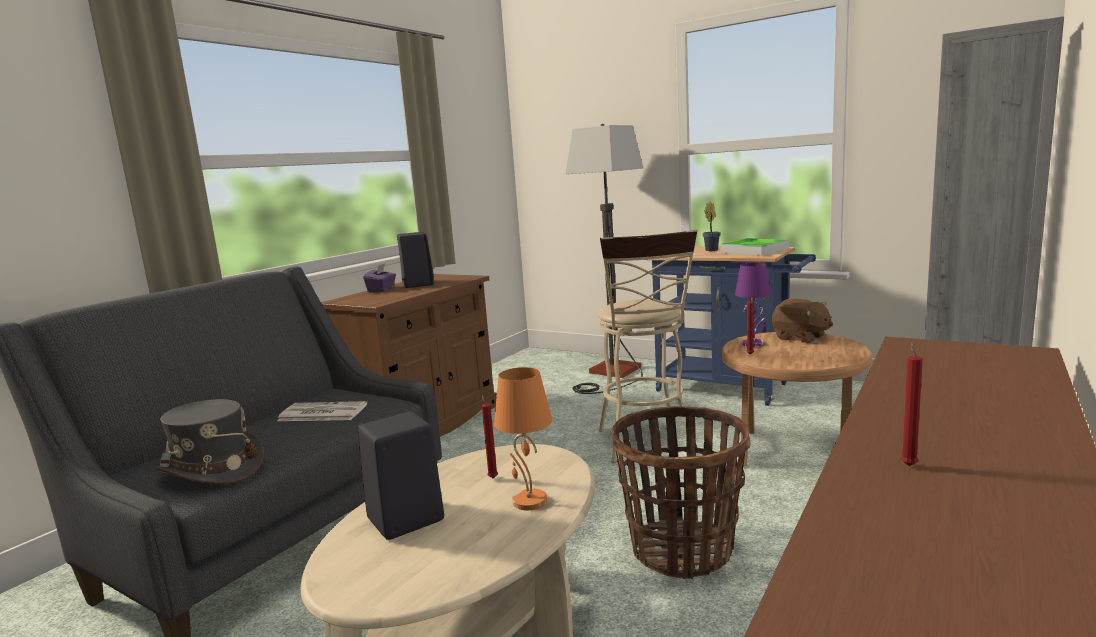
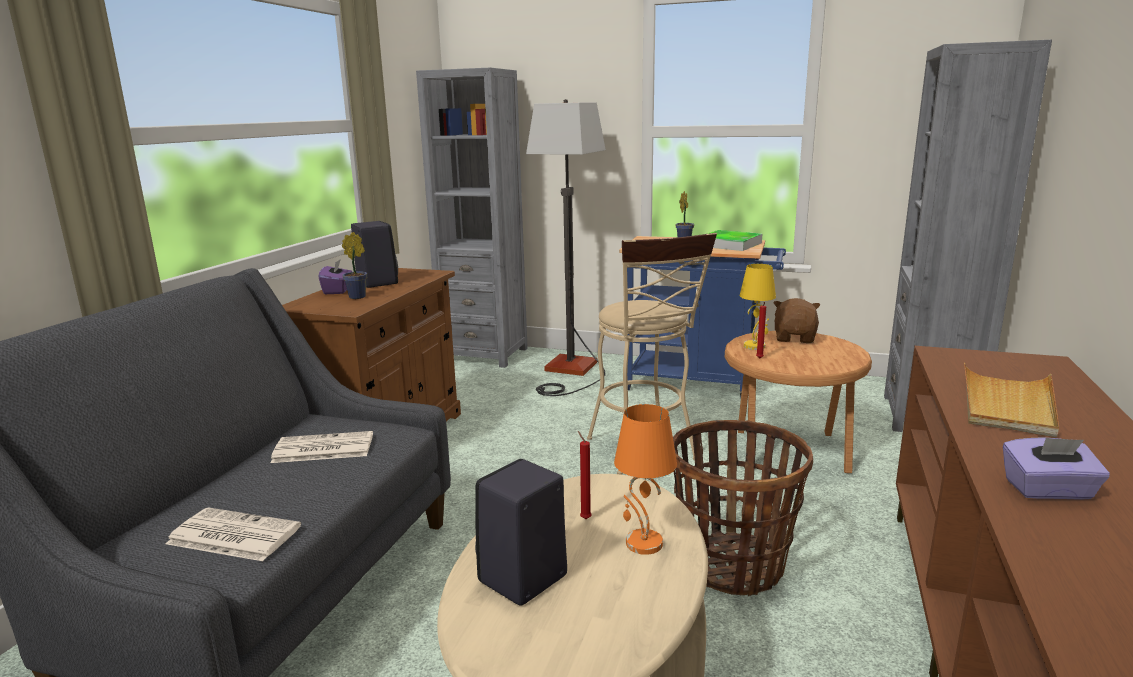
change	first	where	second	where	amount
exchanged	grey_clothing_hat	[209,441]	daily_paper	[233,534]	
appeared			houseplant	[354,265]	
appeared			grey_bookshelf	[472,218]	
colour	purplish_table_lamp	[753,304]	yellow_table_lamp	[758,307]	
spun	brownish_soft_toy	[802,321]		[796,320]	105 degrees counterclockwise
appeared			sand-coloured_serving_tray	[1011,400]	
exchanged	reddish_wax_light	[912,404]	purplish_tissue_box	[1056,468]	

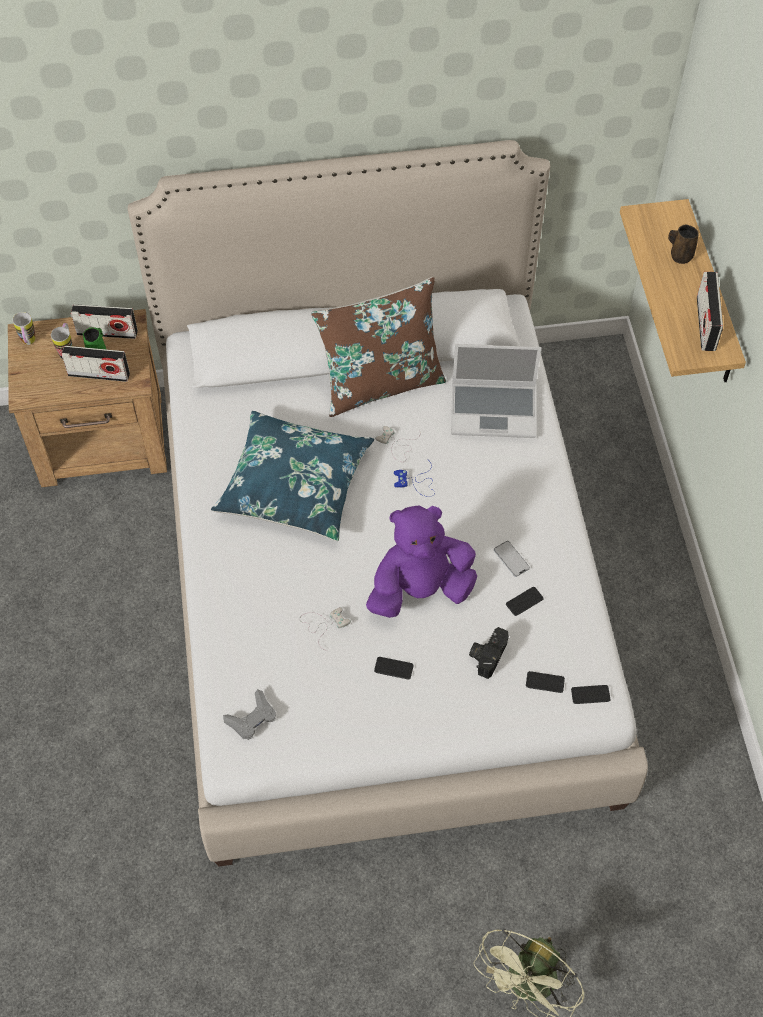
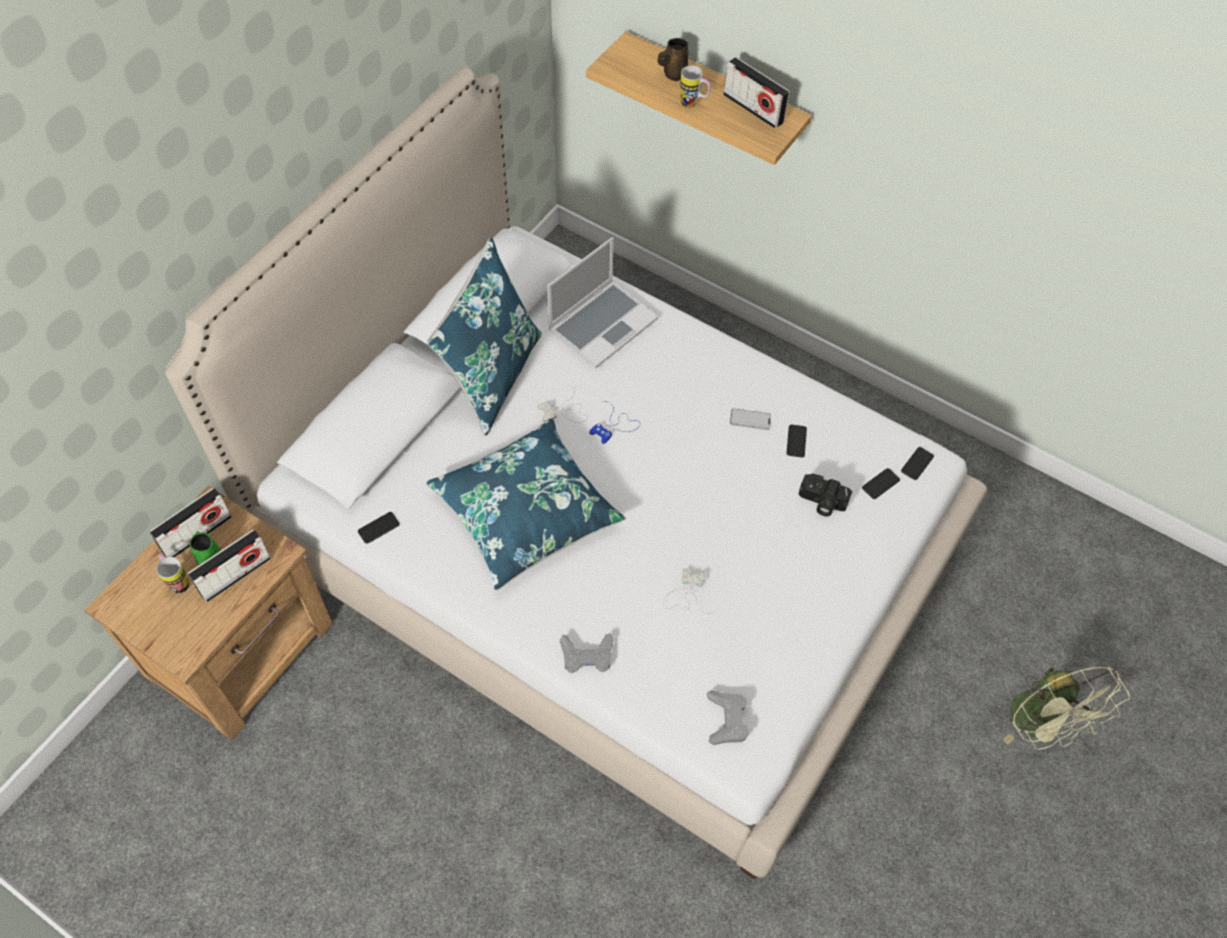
change	first	where	second	where	amount
relocated	handset	[394,668]		[379,528]	
colour	brownish_throw_pillow	[378,347]	blue-coloured_throw_pillow	[484,336]	
appeared			grey_gamepad	[587,653]	
relocated	tea_mug	[24,328]		[695,86]	
spun	still_camera	[489,653]		[825,495]	45 degrees counterclockwise
missing	purplish_soft_toy	[421,561]			

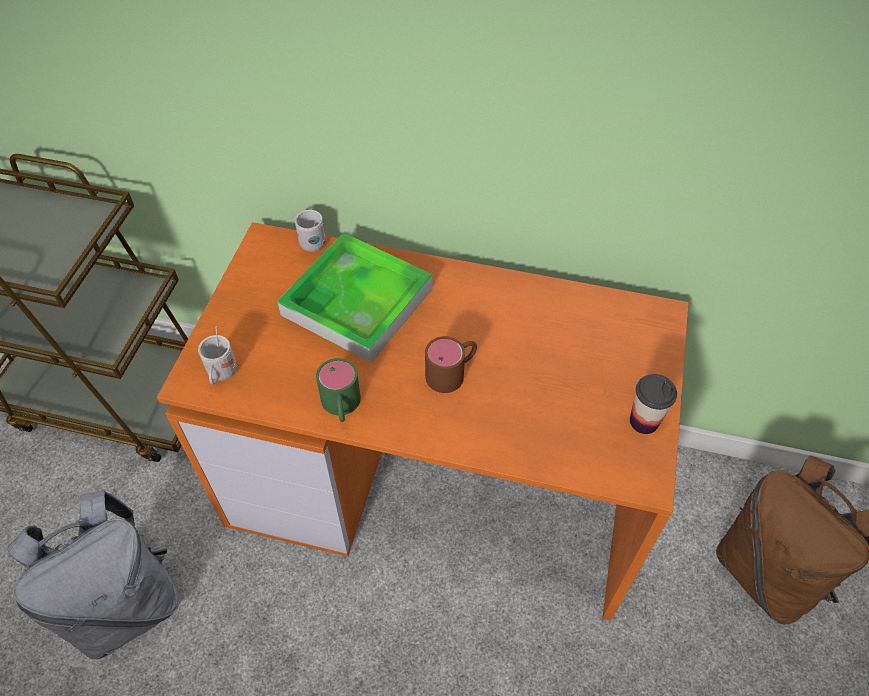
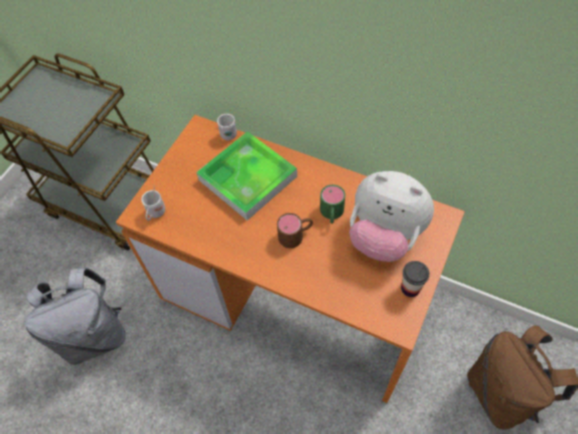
change	first	where	second	where	amount
relocated	green-coloured_tea_mug	[338,390]		[332,204]	
appeared			soft_toy	[391,216]	

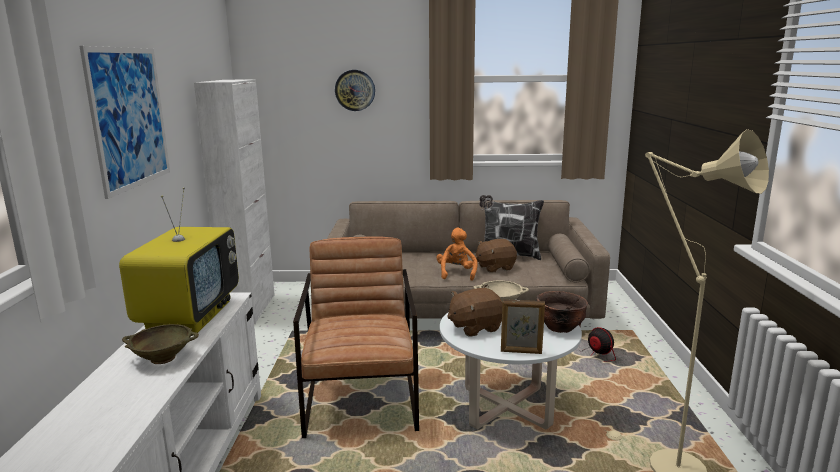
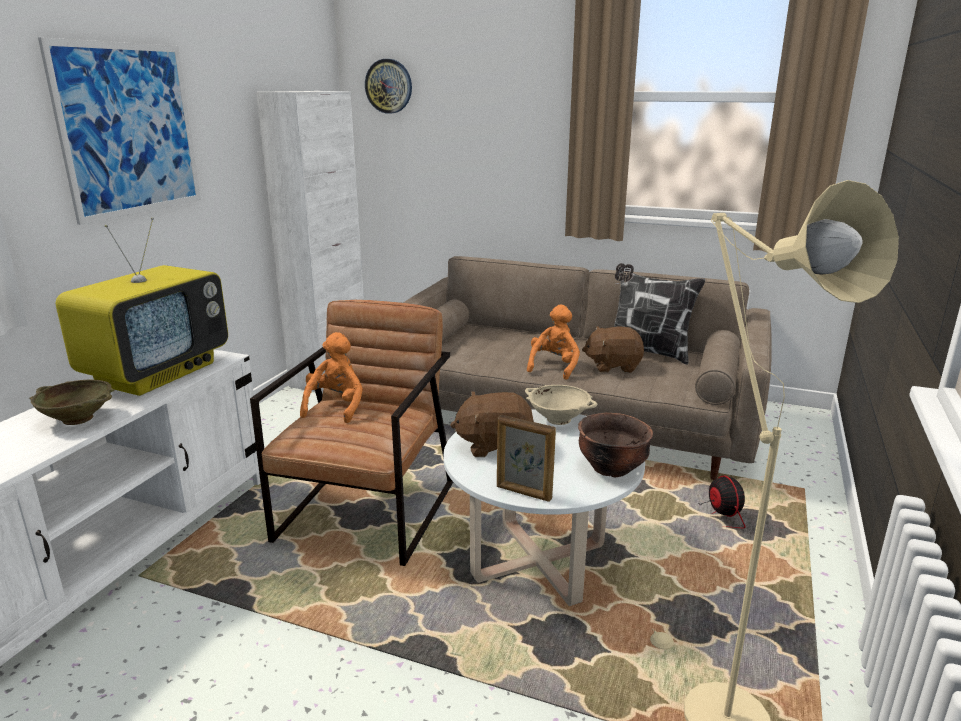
change	first	where	second	where	amount
appeared			orangey_soft_toy	[331,377]	
relocated	hanging_clock	[355,90]		[388,86]	

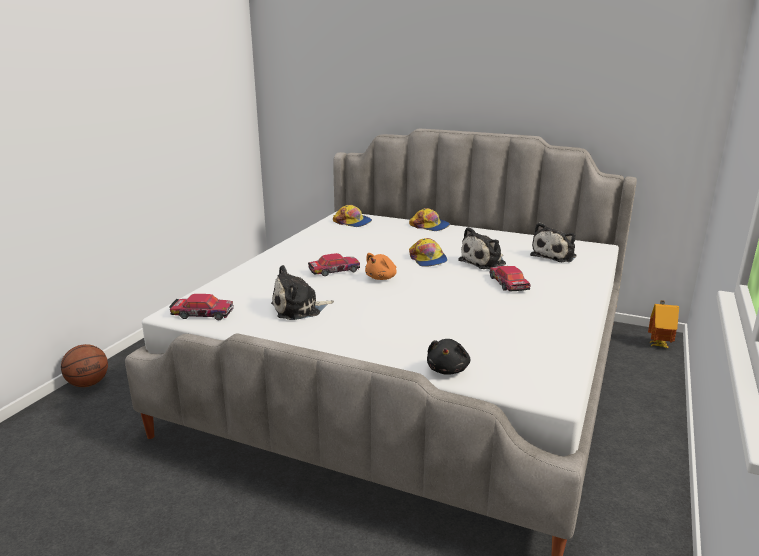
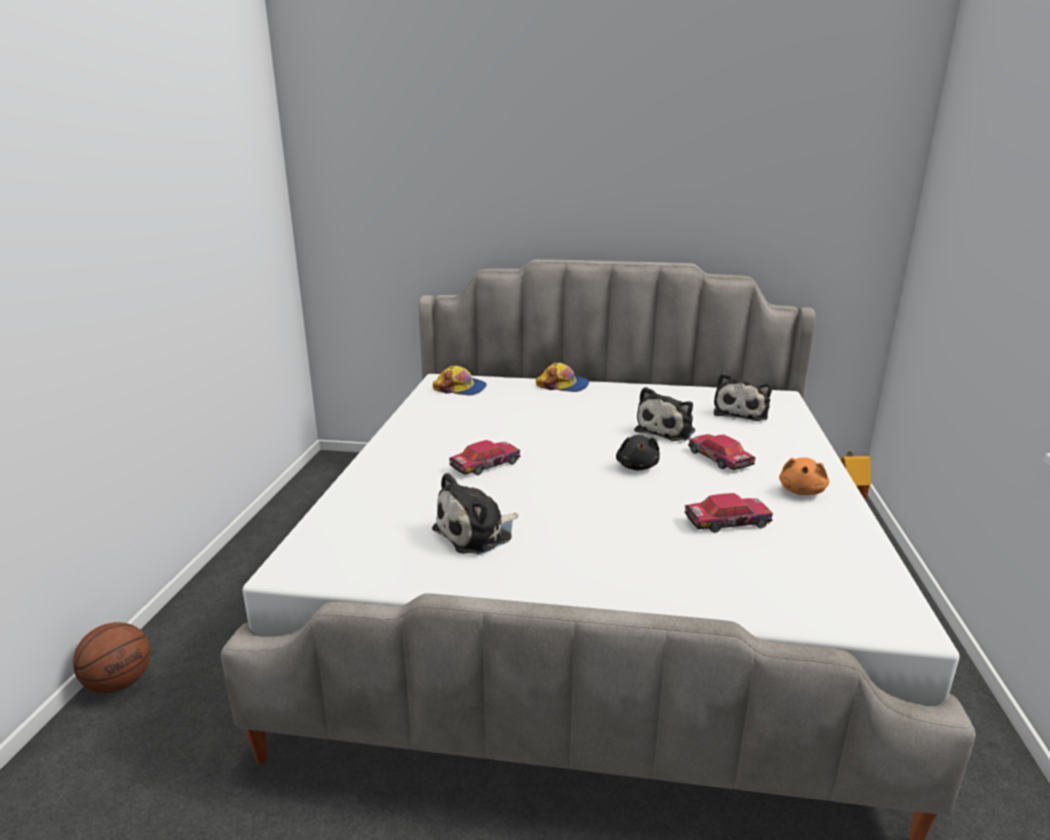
change	first	where	second	where	amount
relocated	black-coloured_soft_toy	[448,357]		[638,452]	
relocated	model_car	[201,307]		[729,513]	
relocated	orangey_soft_toy	[381,266]		[804,476]	
missing	baseball_cap	[428,252]			

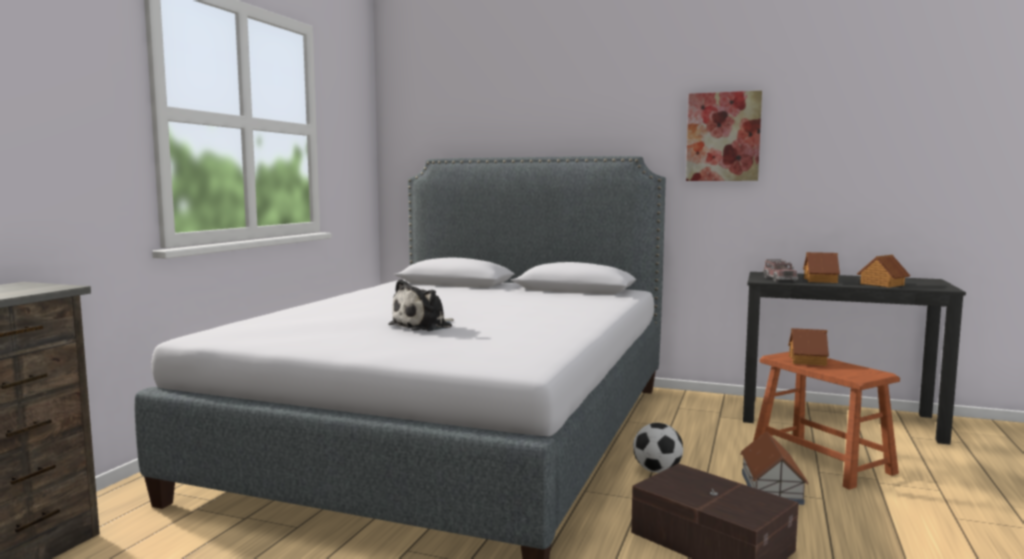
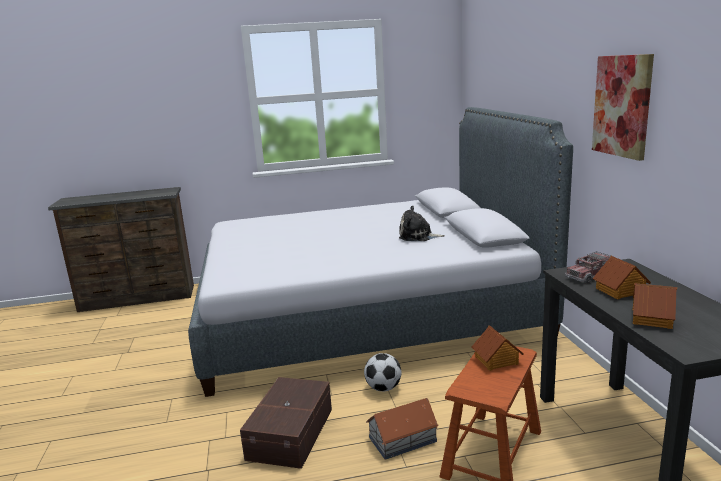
change	first	where	second	where	amount
relocated	soft_toy	[421,305]		[422,223]	

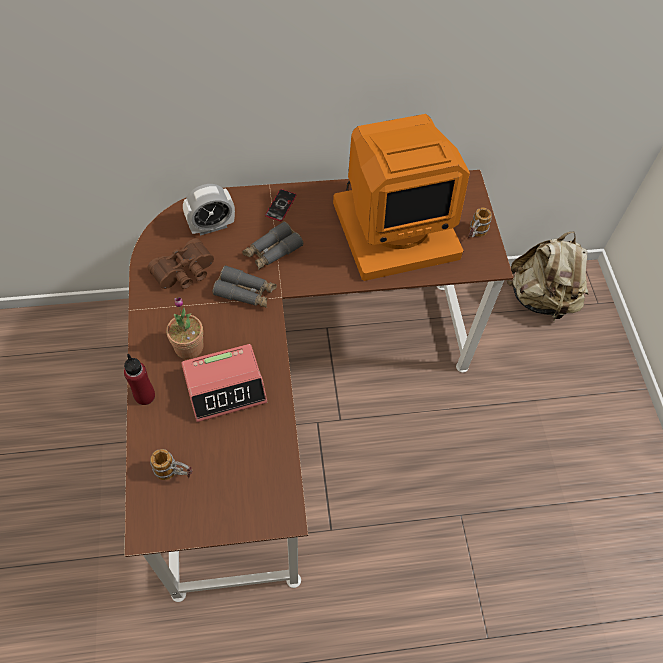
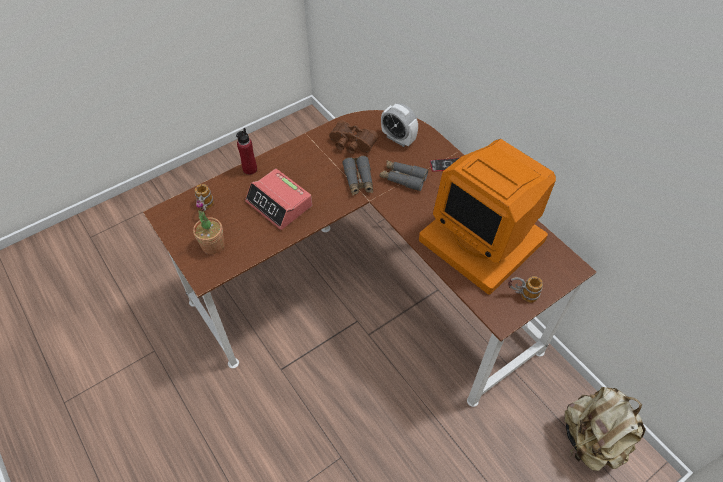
change	first	where	second	where	amount
relocated	houseplant	[184,328]		[209,226]	

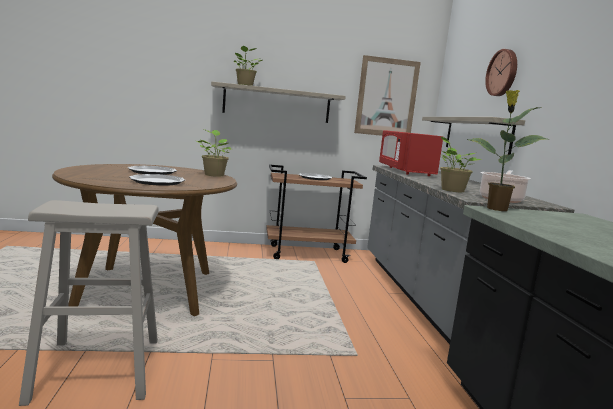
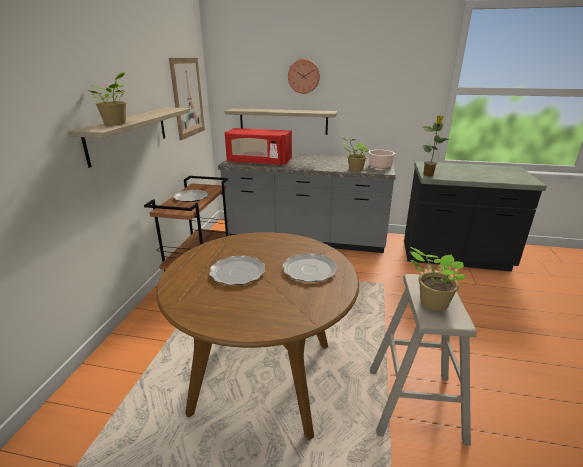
change	first	where	second	where	amount
relocated	houseplant	[215,153]		[438,279]	

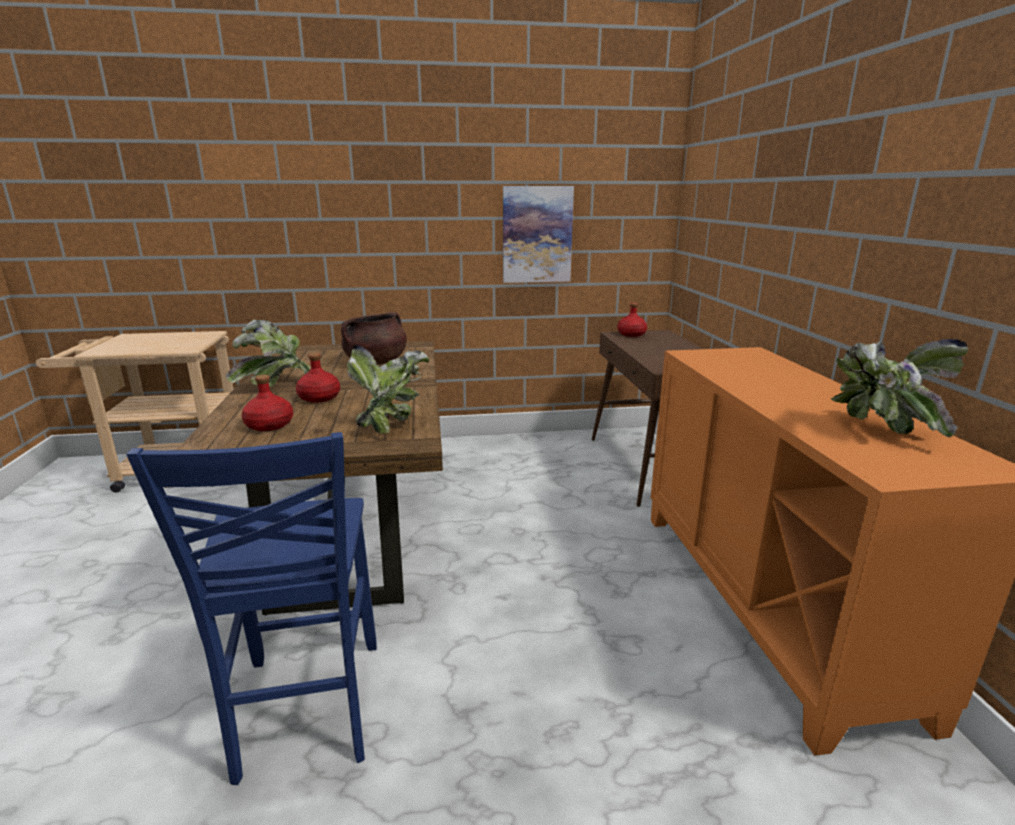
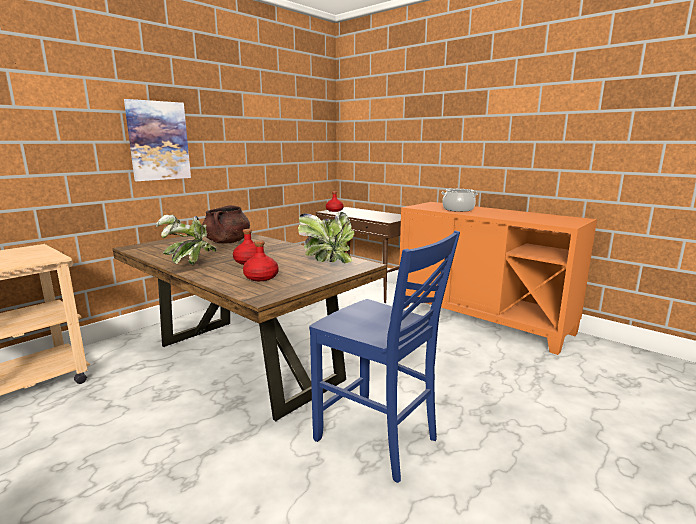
change	first	where	second	where	amount
relocated	wall_picture	[538,234]		[157,140]	
appeared			stockpot	[459,200]	
missing	houseplant	[900,388]			

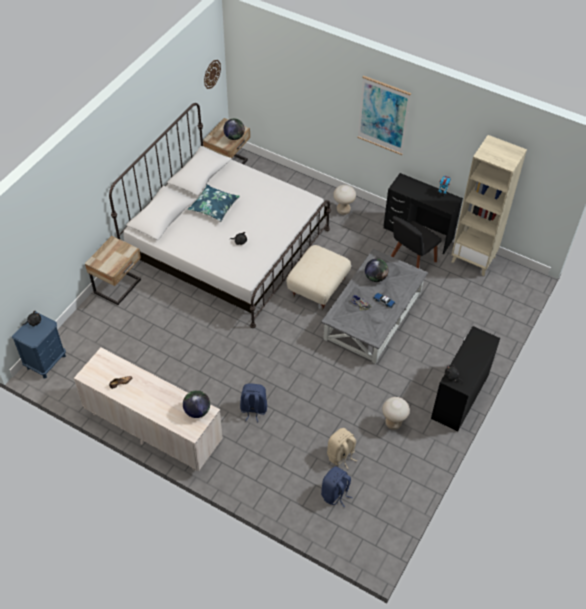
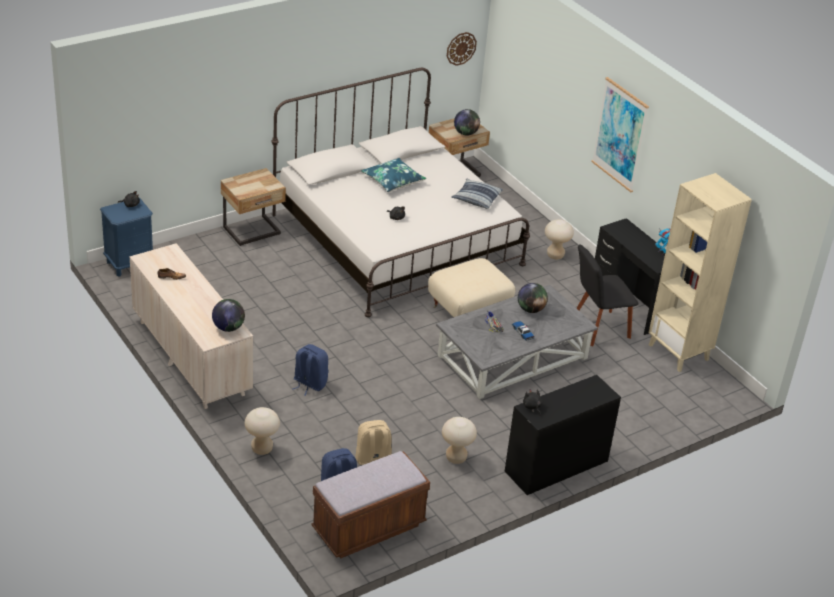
change	first	where	second	where	amount
appeared			sand-coloured_stool_seat	[262,431]	
appeared			brownish_indoor_bench	[371,504]	
appeared			throw_pillow	[477,194]	

